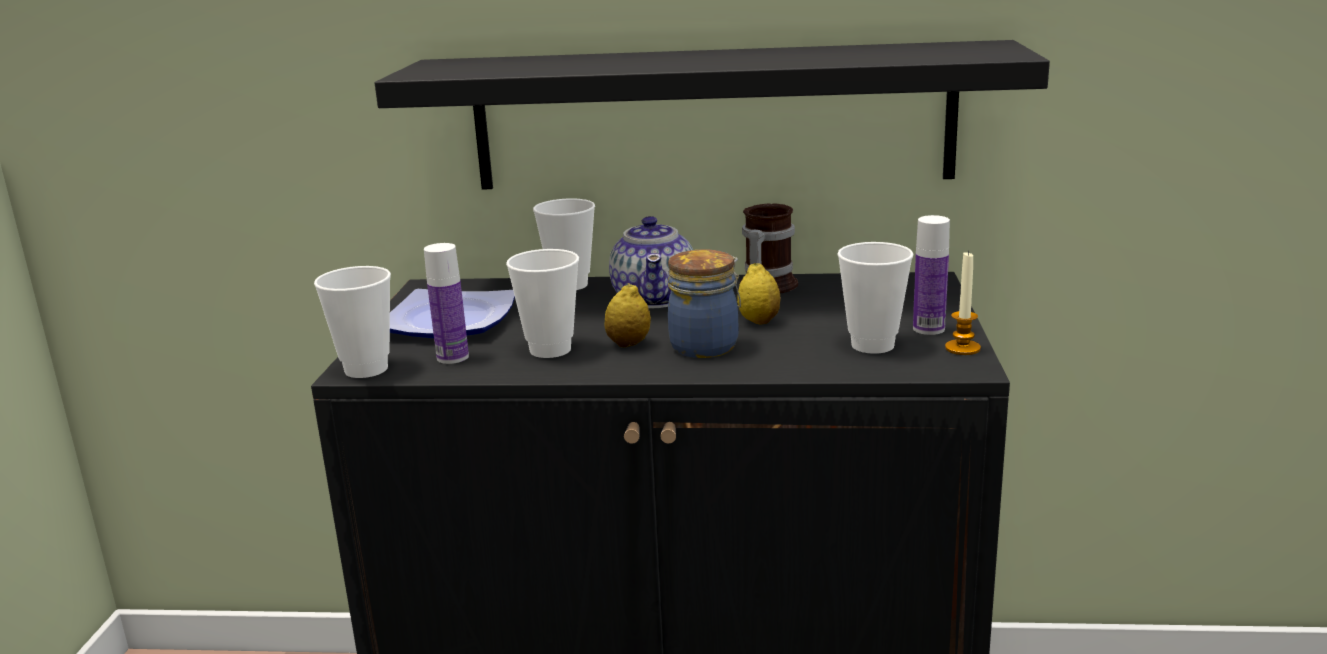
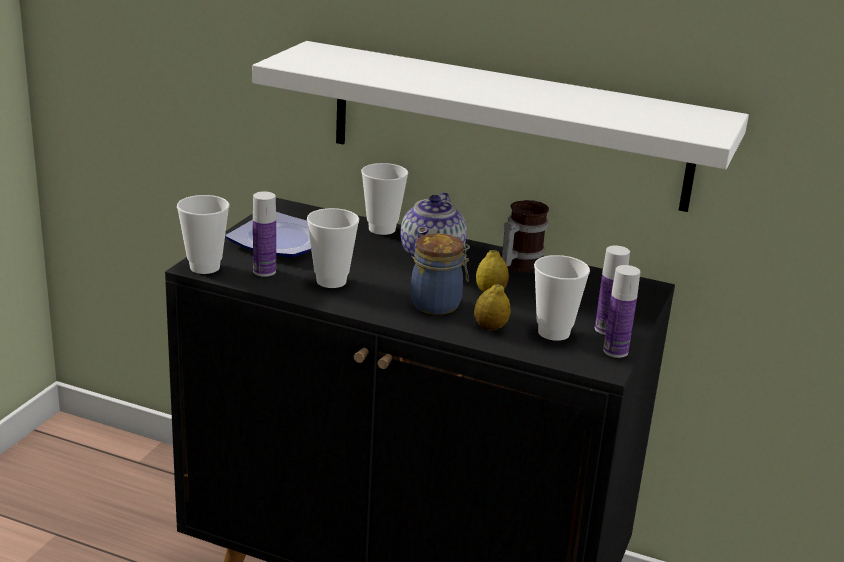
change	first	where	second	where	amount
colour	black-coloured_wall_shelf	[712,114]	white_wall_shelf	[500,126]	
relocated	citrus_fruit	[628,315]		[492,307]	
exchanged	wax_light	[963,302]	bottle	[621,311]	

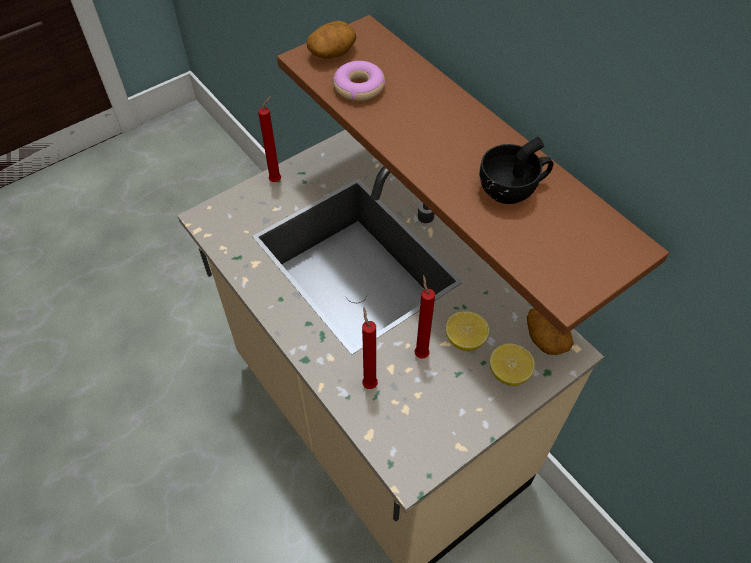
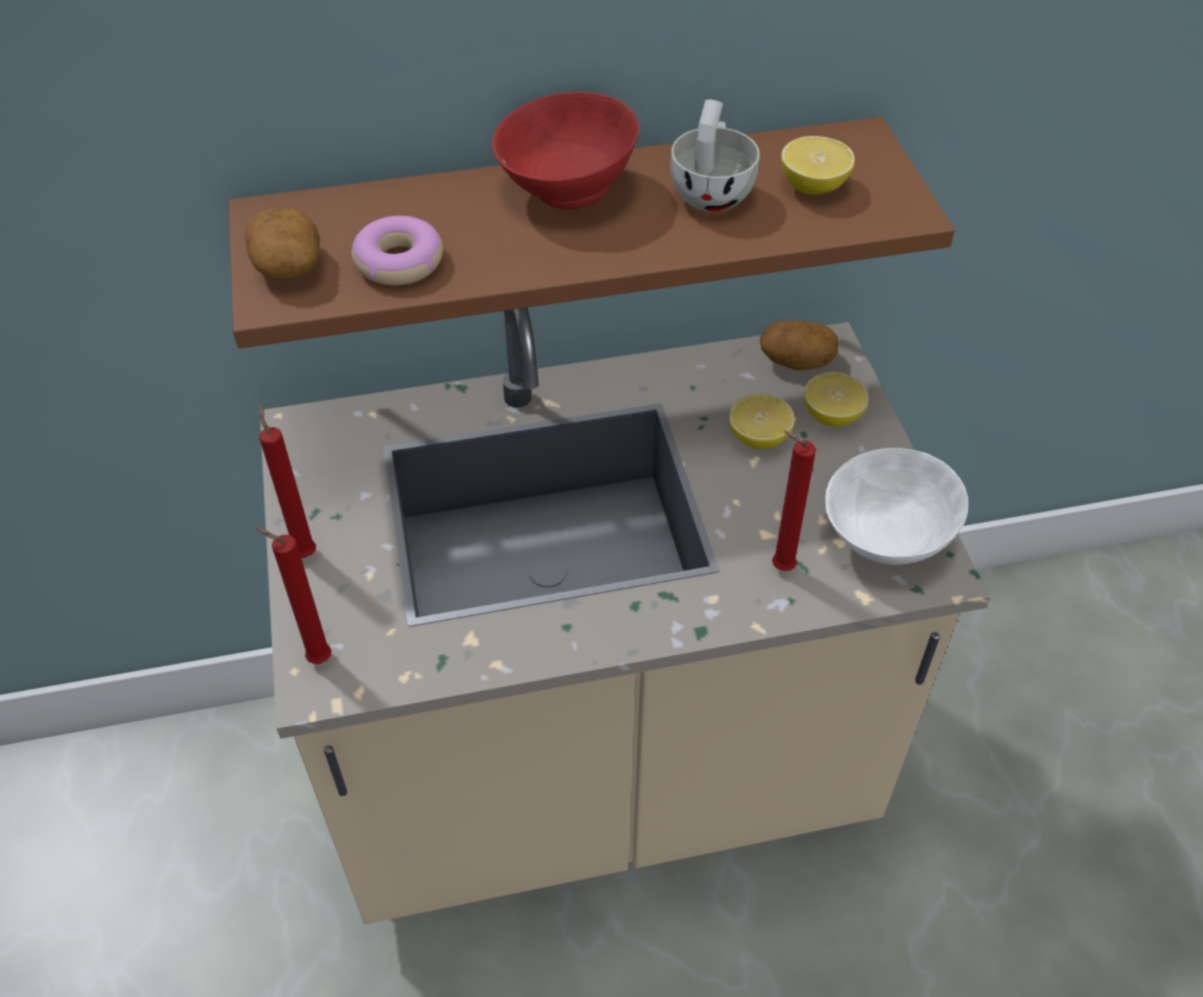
change	first	where	second	where	amount
relocated	reddish_wax_light	[425,316]		[292,595]	
appeared			reddish_serving_bowl	[565,150]	
colour	black-coloured_drinking_cup	[516,170]	white_drinking_cup	[715,155]	
appeared			citrus_fruit	[818,165]	
appeared			white_serving_bowl	[896,506]	

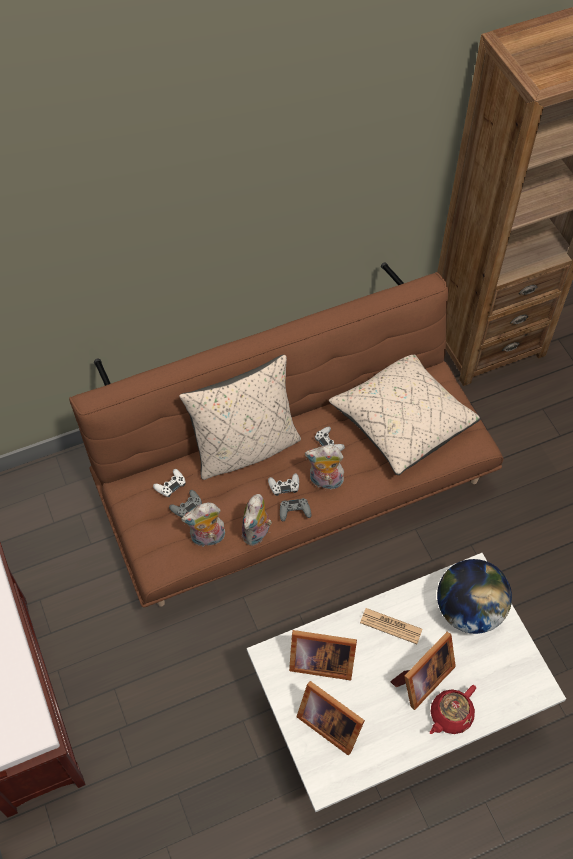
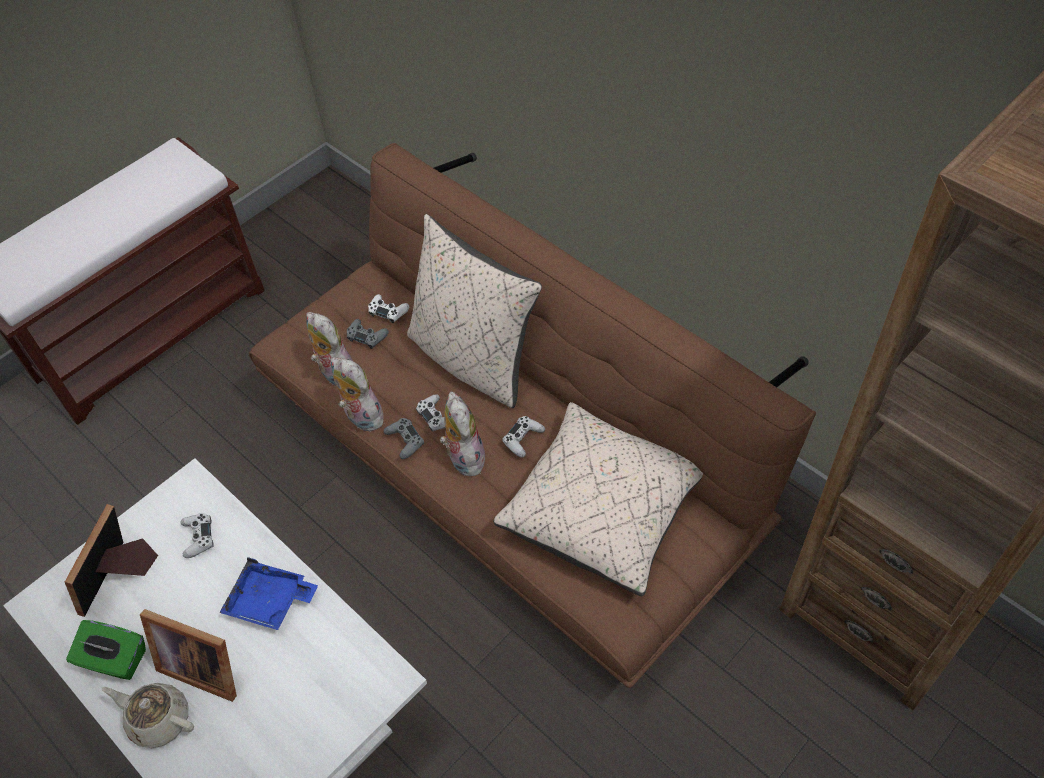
change	first	where	second	where	amount
appeared			green-coloured_tissue_box	[106,650]	
colour	reddish_tea_pot	[453,709]	sand-coloured_tea_pot	[148,715]	
exchanged	picture_frame	[323,655]	white_gamepad	[197,535]	
exchanged	daily_paper	[391,626]	blue-coloured_serving_tray	[268,593]	
spun	soft_toy	[256,520]		[358,394]	45 degrees clockwise
missing	desk_globe	[474,596]			

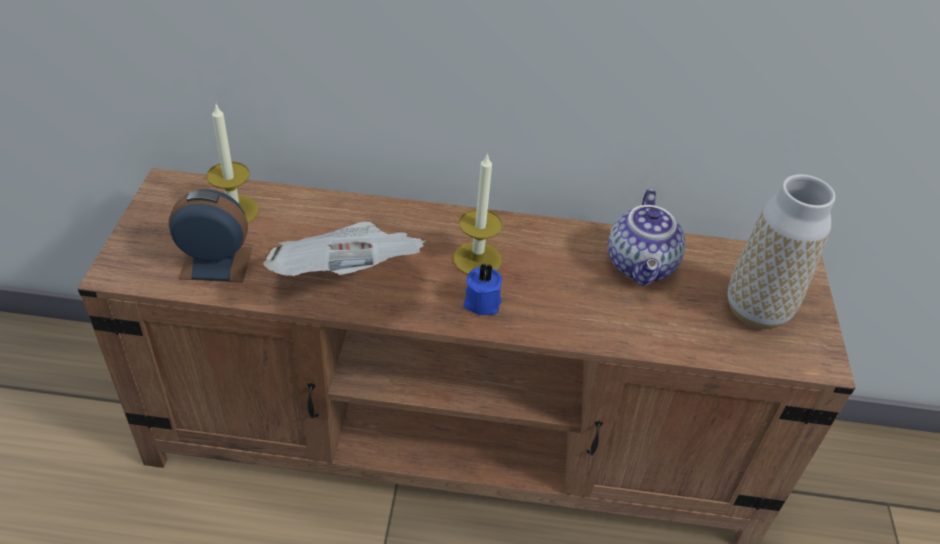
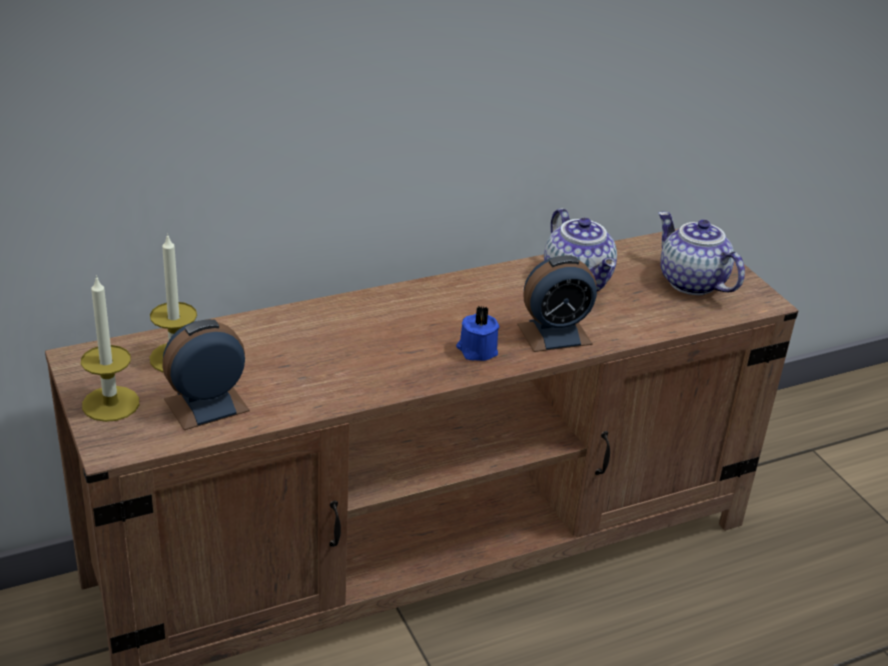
change	first	where	second	where	amount
relocated	wax_light	[477,213]		[110,348]	
appeared			table_clock	[557,303]	
exchanged	flower_vase	[781,251]	tea_pot	[701,253]	
missing	daily_paper	[344,249]			

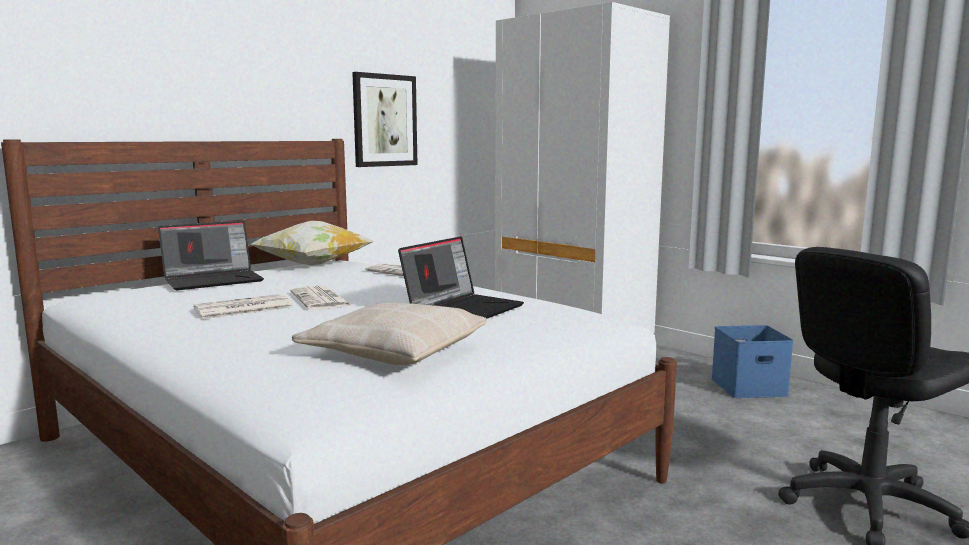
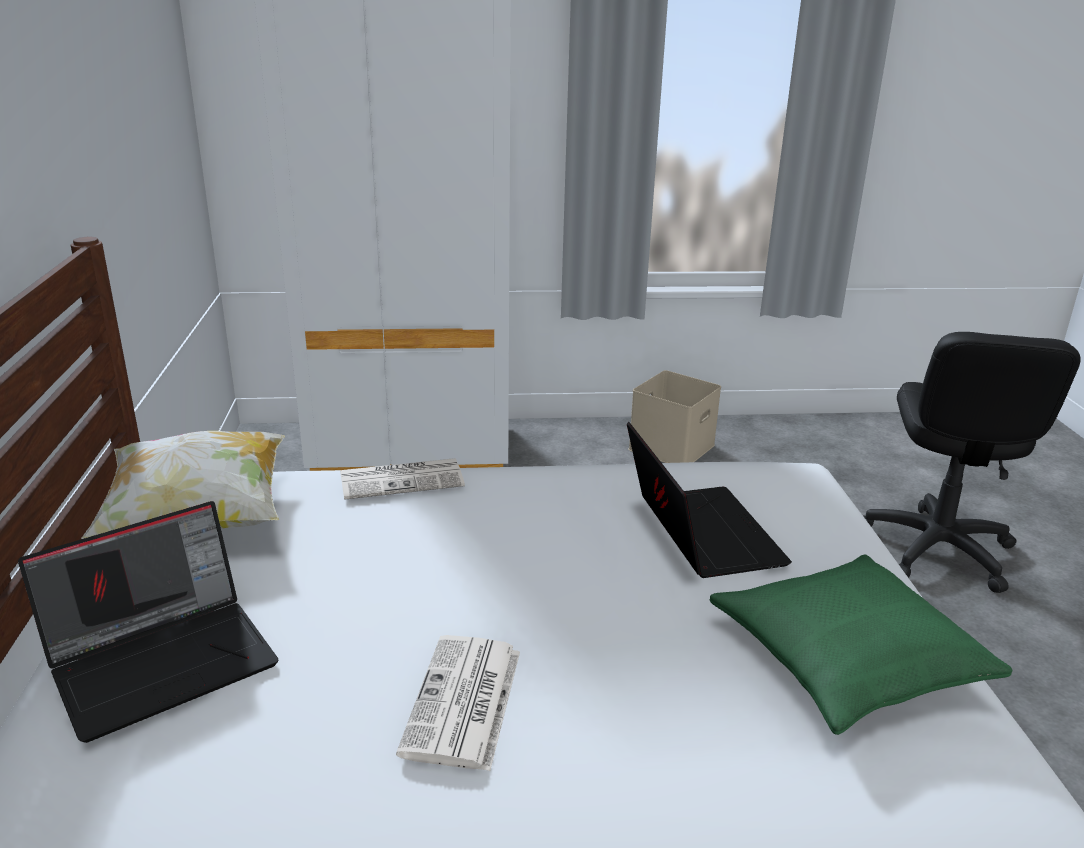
change	first	where	second	where	amount
spun	portable_computer	[211,255]		[148,622]	45 degrees clockwise
colour	blue-coloured_storage_container	[752,361]	sand-coloured_storage_container	[674,416]	
colour	sand-coloured_throw_pillow	[389,334]	green-coloured_throw_pillow	[861,645]	
missing	daily_paper	[321,298]			
missing	wall_picture	[384,119]			

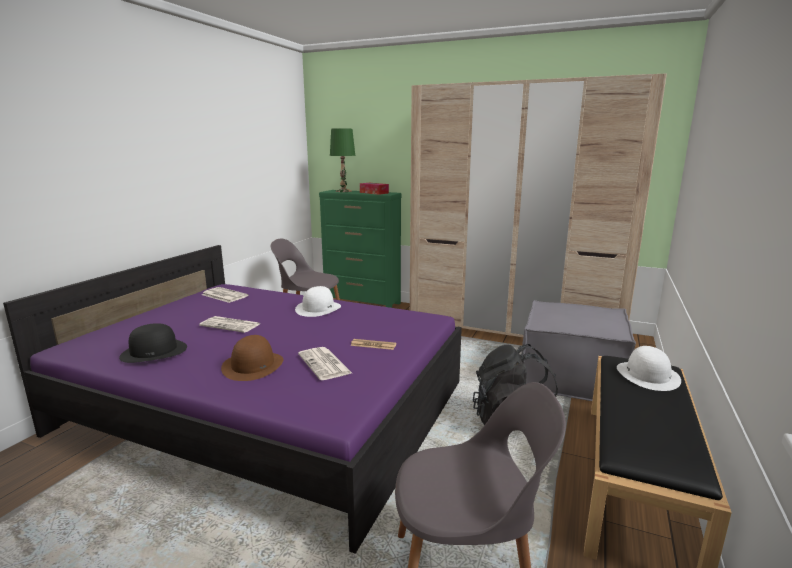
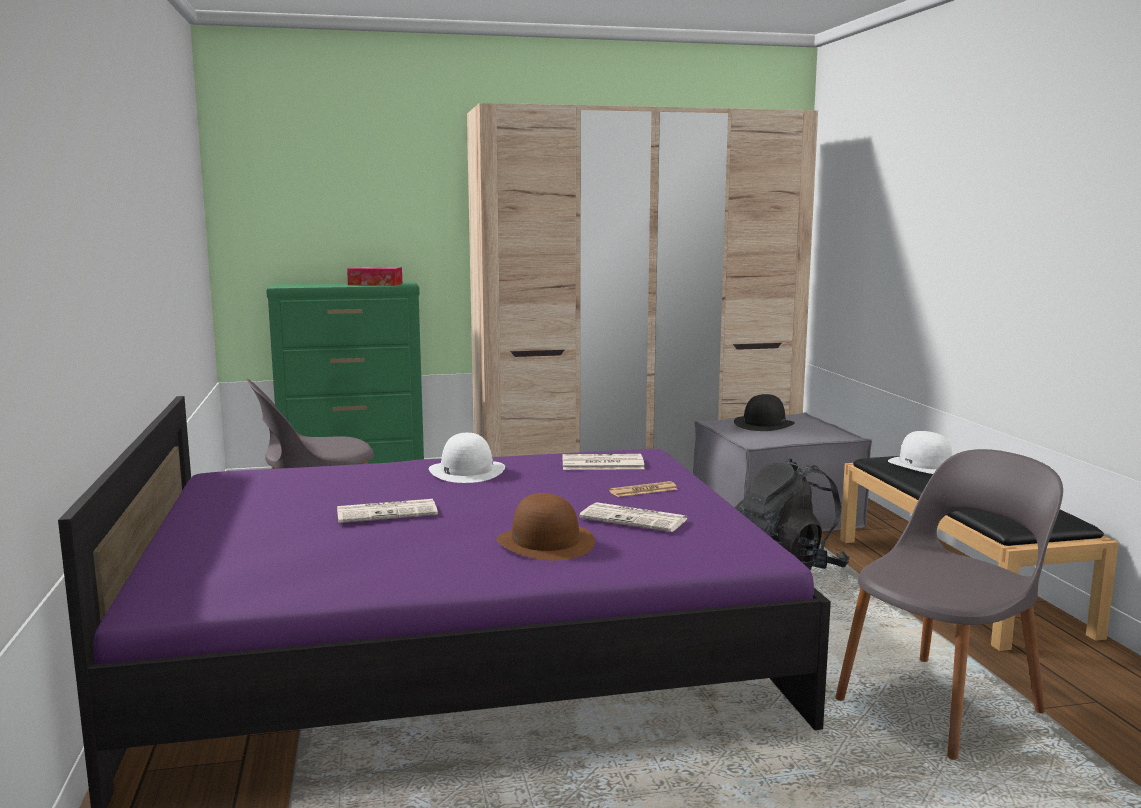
change	first	where	second	where	amount
relocated	daily_paper	[225,295]		[604,462]	
relocated	black-coloured_clothing_hat	[153,343]		[764,412]	
missing	green-coloured_table_lamp	[342,160]			

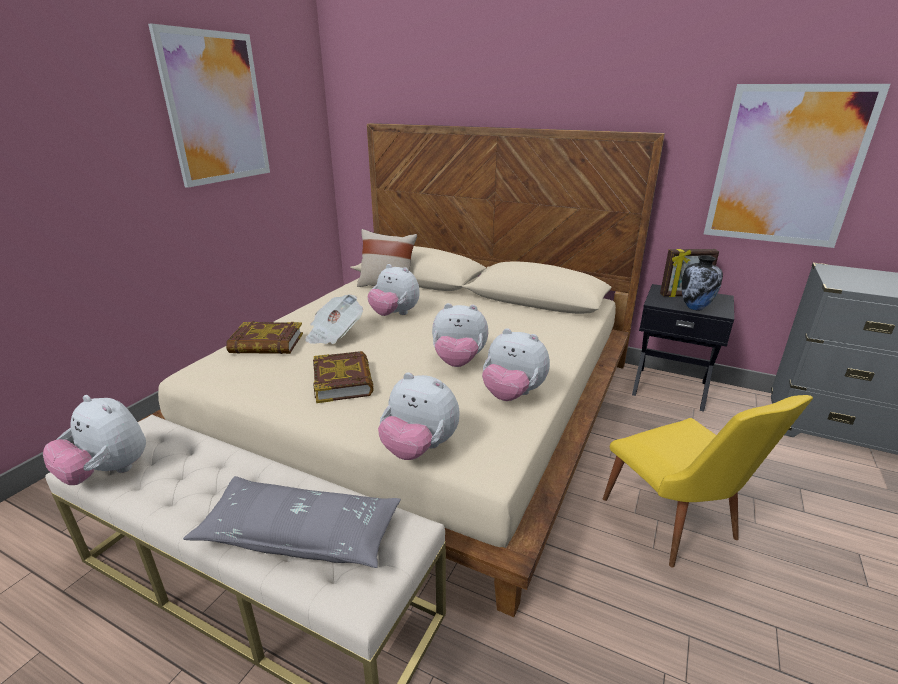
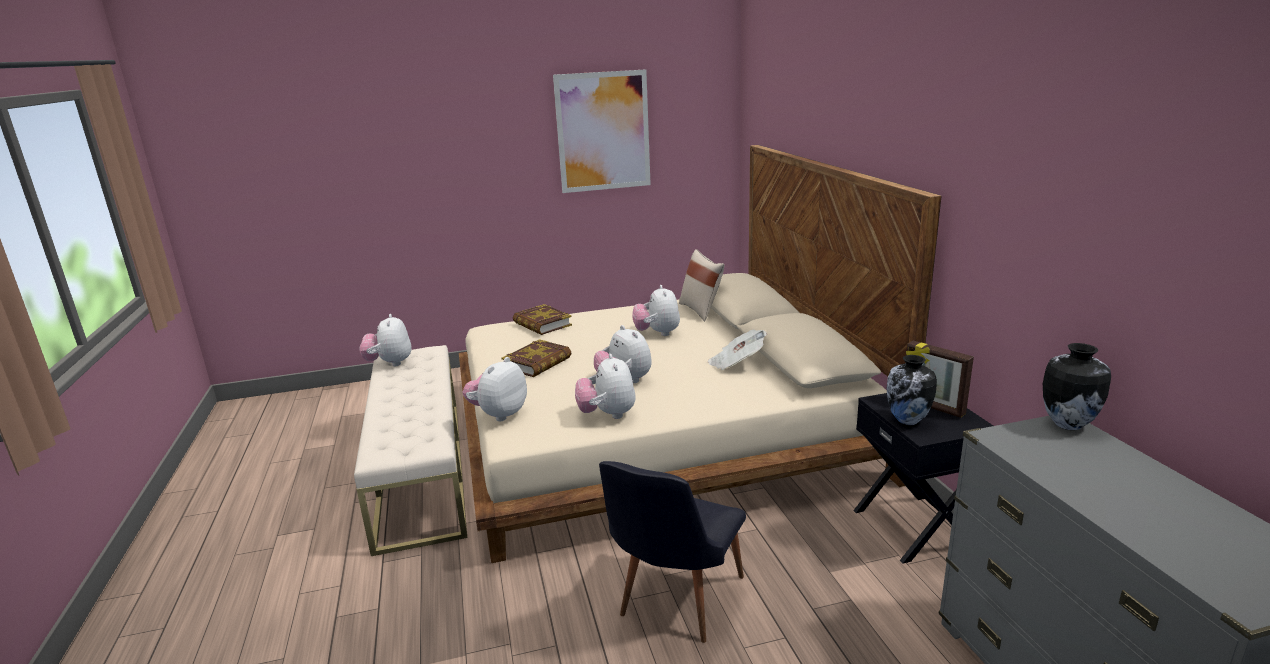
change	first	where	second	where	amount
spun	soft_toy	[419,416]		[494,389]	45 degrees clockwise
colour	yellow_chair	[708,481]	black-coloured_chair	[672,552]	
relocated	daily_paper	[334,319]		[737,350]	
appeared			flower_vase	[1077,386]	
missing	grey_throw_pillow	[292,522]			
missing	wall_picture	[797,166]			

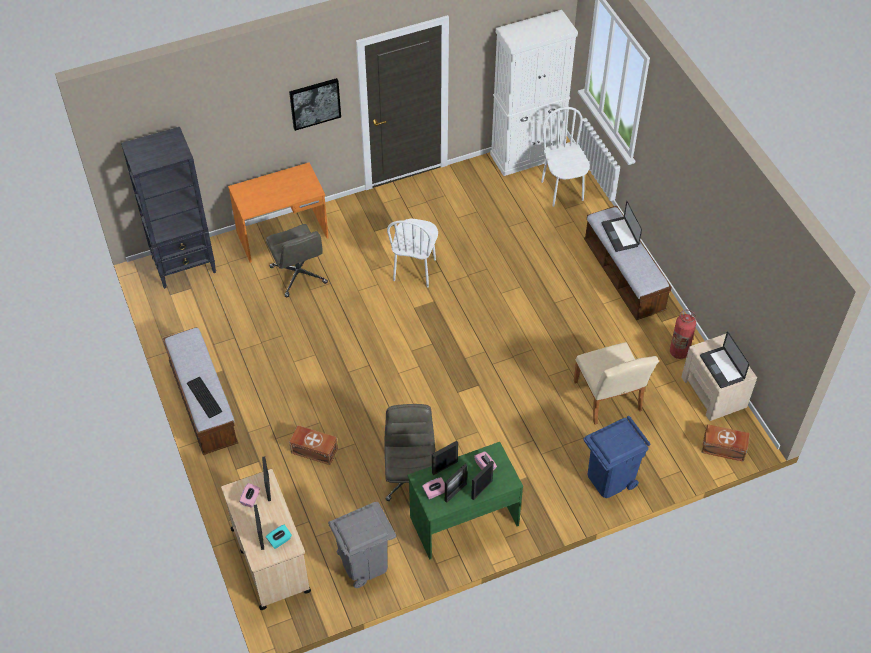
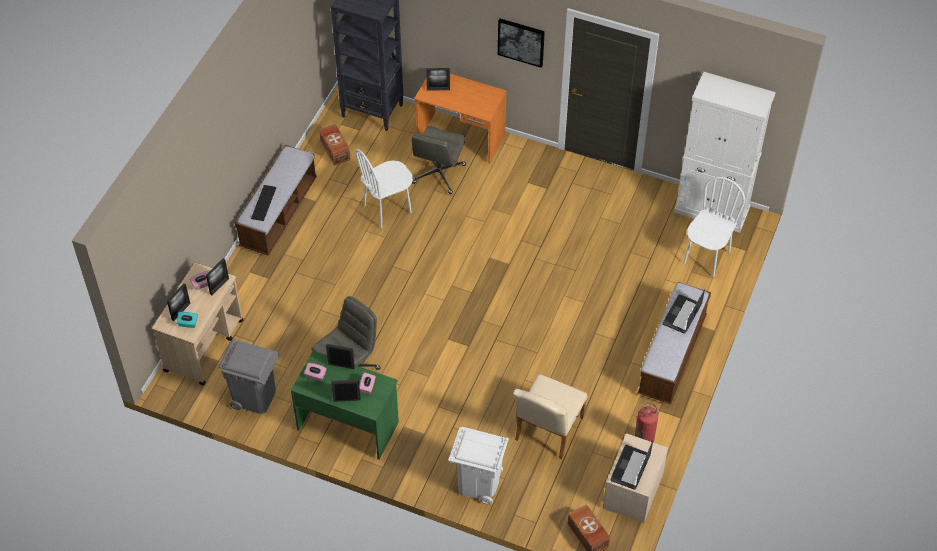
change	first	where	second	where	amount
relocated	brownish_storage_container	[313,445]		[335,145]	
relocated	white_chair	[412,253]		[384,188]	
relocated	picture_frame	[456,483]		[438,79]	
colour	blue-coloured_waste_bin	[616,457]	white_waste_bin	[479,466]	

